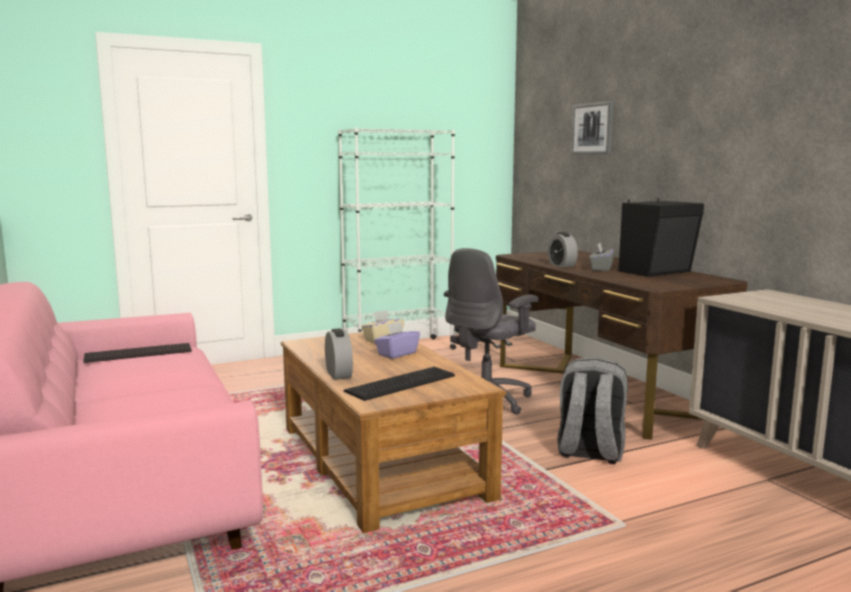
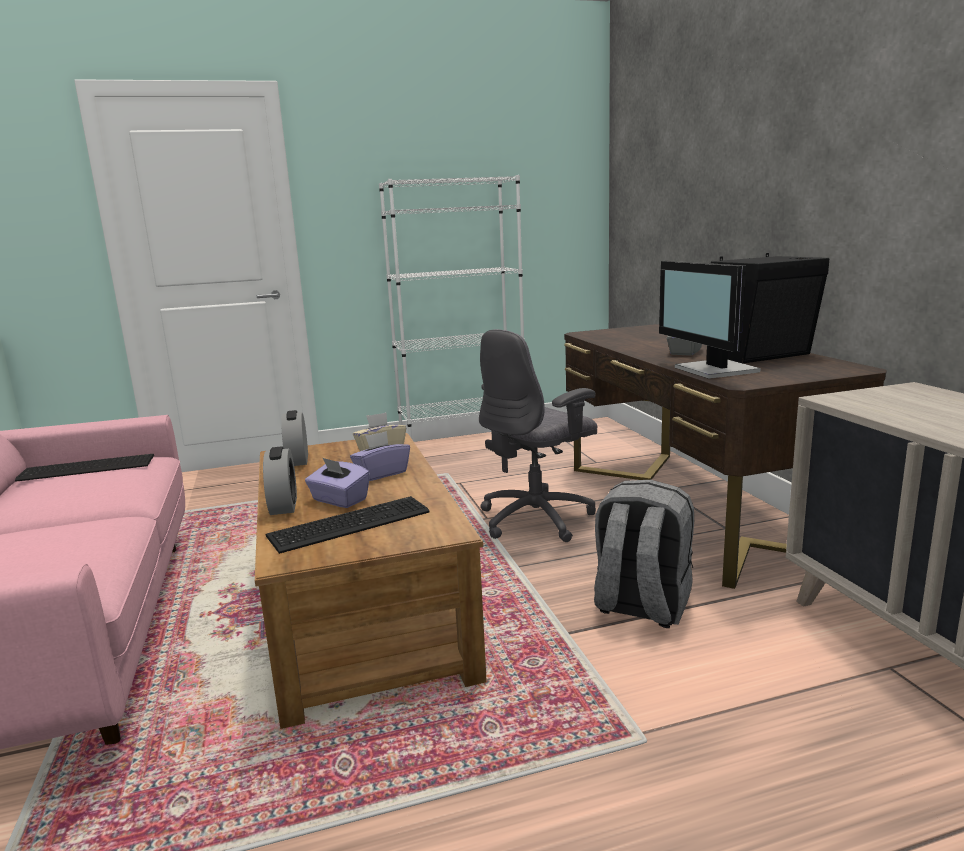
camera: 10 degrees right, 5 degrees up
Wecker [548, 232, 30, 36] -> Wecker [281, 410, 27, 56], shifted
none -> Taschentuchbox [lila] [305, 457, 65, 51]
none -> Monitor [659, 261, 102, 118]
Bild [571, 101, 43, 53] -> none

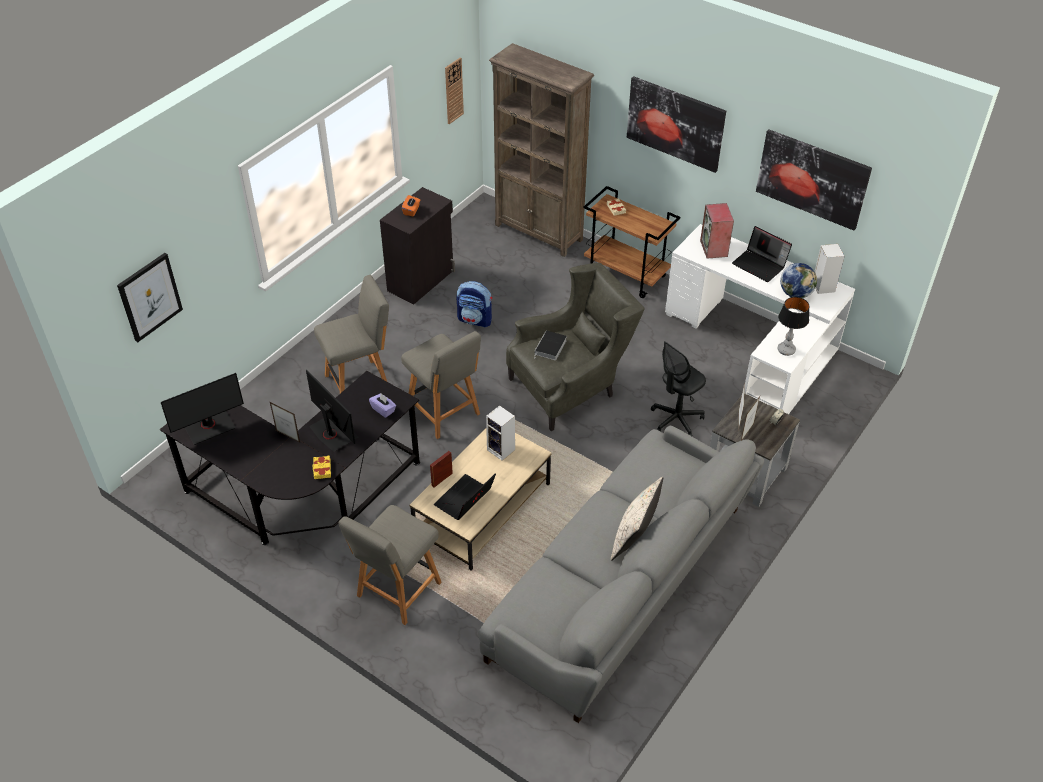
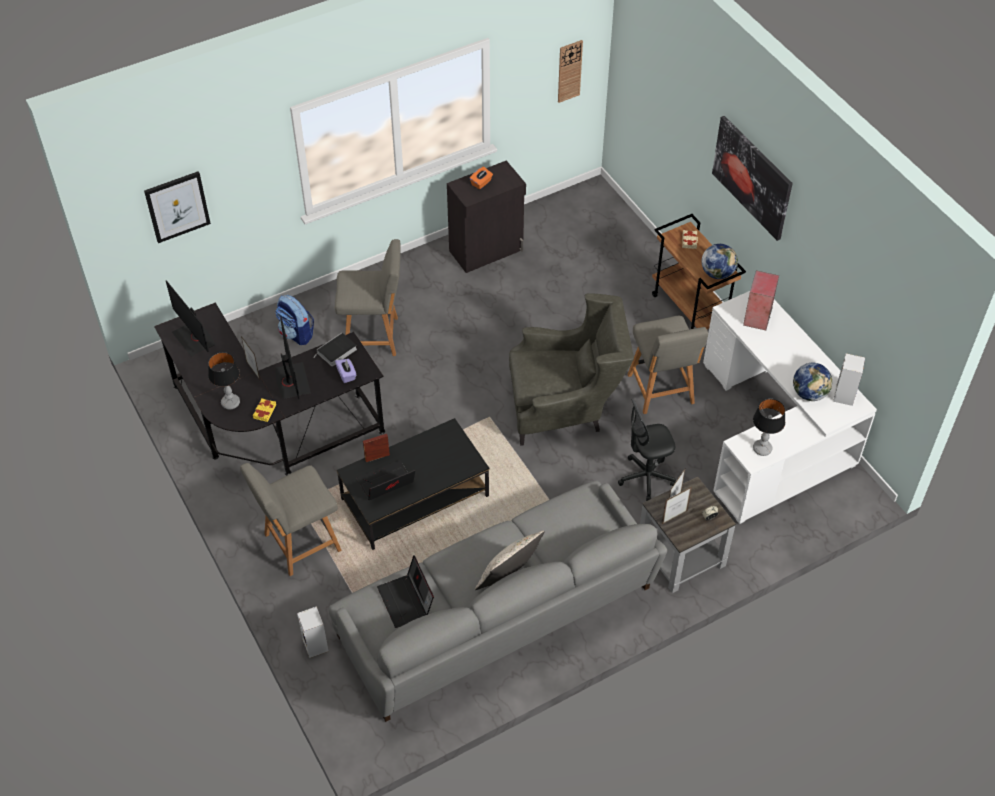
camera: 25 degrees right, 5 degrees up
Monitor [161, 373, 83, 72] -> Monitor [166, 281, 50, 76], 60 degrees clockwise
none -> Tischlampe [208, 352, 32, 58]
Rucksack [457, 281, 35, 47] -> Rucksack [275, 295, 39, 50], shifted
Lautsprecher [486, 405, 29, 56] -> Lautsprecher [297, 606, 31, 52], shifted
Buch [534, 330, 33, 30] -> Buch [313, 333, 44, 33], shifted
Couchtisch [beige] [410, 429, 142, 142] -> Couchtisch [schwarz] [336, 418, 153, 132]
Laptop [732, 226, 60, 56] -> Laptop [377, 555, 57, 73], shifted
Stuhl [grau] [401, 331, 80, 108] -> Stuhl [grau] [627, 316, 81, 98], shifted
none -> Globus [702, 244, 36, 35]
Bücherregal [braun] [489, 43, 105, 214] -> none
Bild [756, 129, 116, 101] -> none

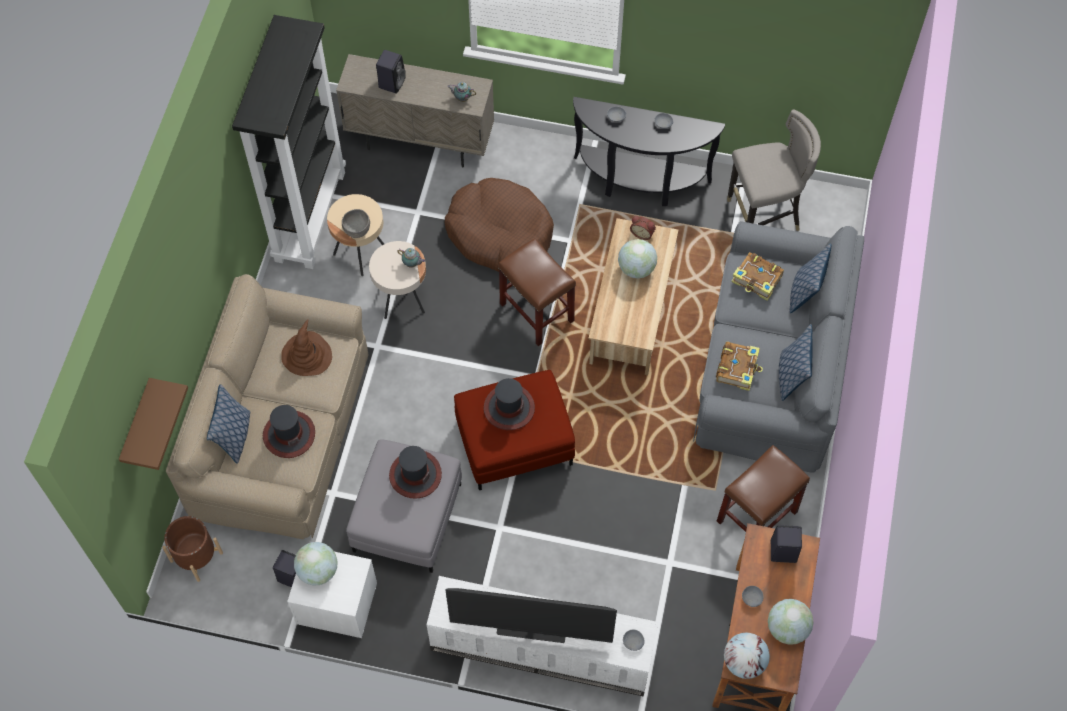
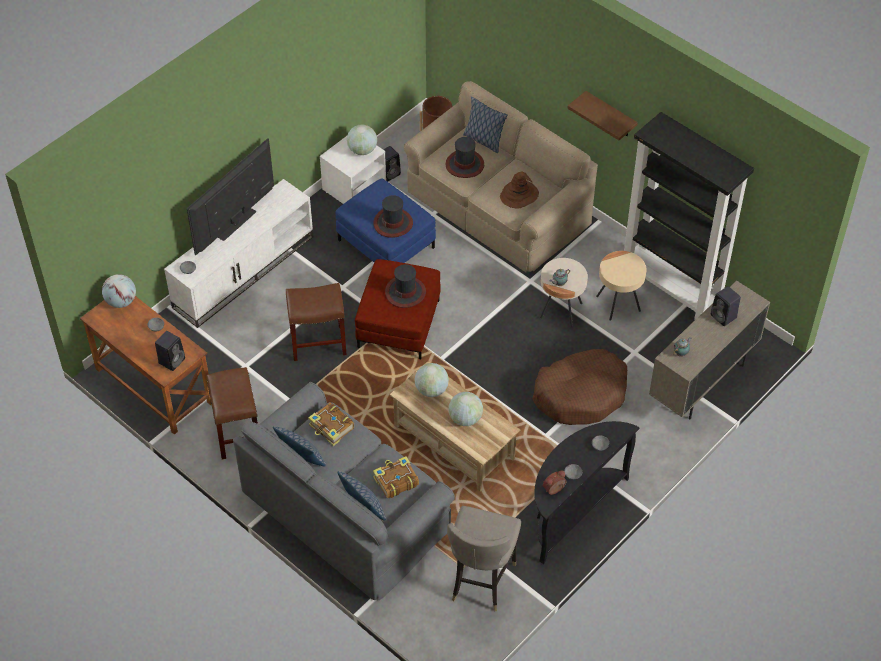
camera: 120 degrees right, 10 degrees down
Hocker [braun] [498, 238, 78, 108] -> Hocker [braun] [286, 283, 61, 78], shifted
Polsterhocker [grau] [346, 439, 116, 134] -> Polsterhocker [blau] [335, 178, 101, 85]
Globus [768, 599, 46, 46] -> Globus [414, 363, 35, 34], shifted
Wecker [630, 216, 26, 24] -> Wecker [543, 471, 24, 24], shifted
Wandregal [braun] [119, 378, 69, 92] -> Wandregal [braun] [567, 91, 71, 49], shifted
Schüssel [grau] [342, 209, 28, 29] -> none

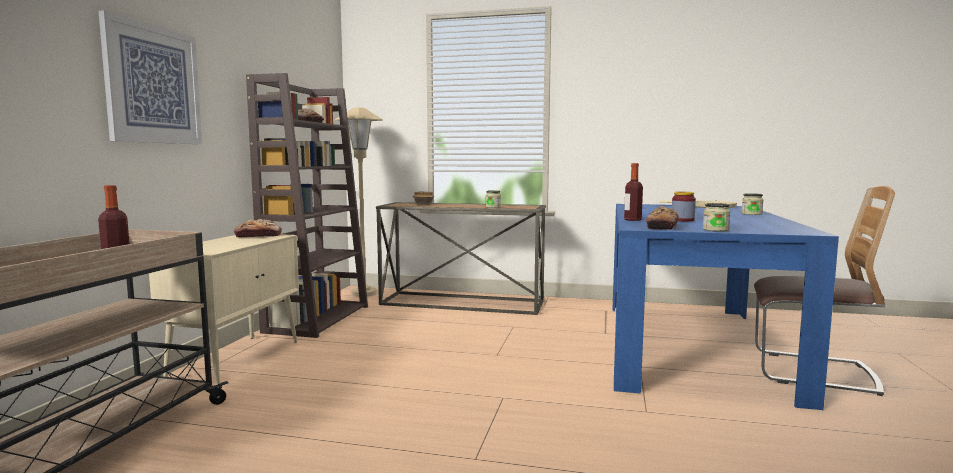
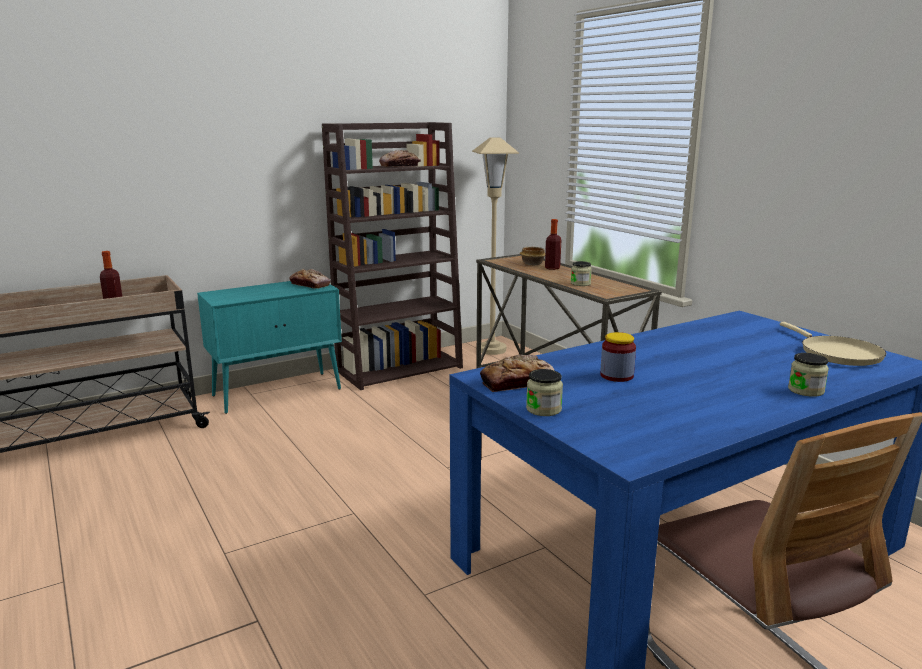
camera: 45 degrees right, 10 degrees up
Schrank [beige] [149, 234, 150, 151] -> Schrank [türkis] [197, 281, 145, 133]
Flasche [624, 163, 19, 58] -> Flasche [545, 219, 16, 51], shifted
Bild [98, 10, 104, 134] -> none

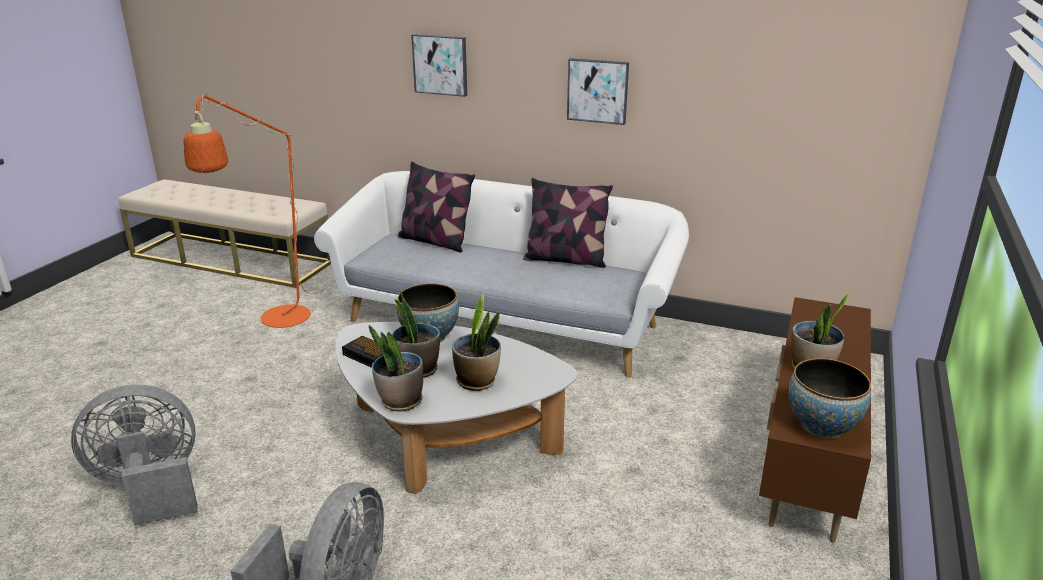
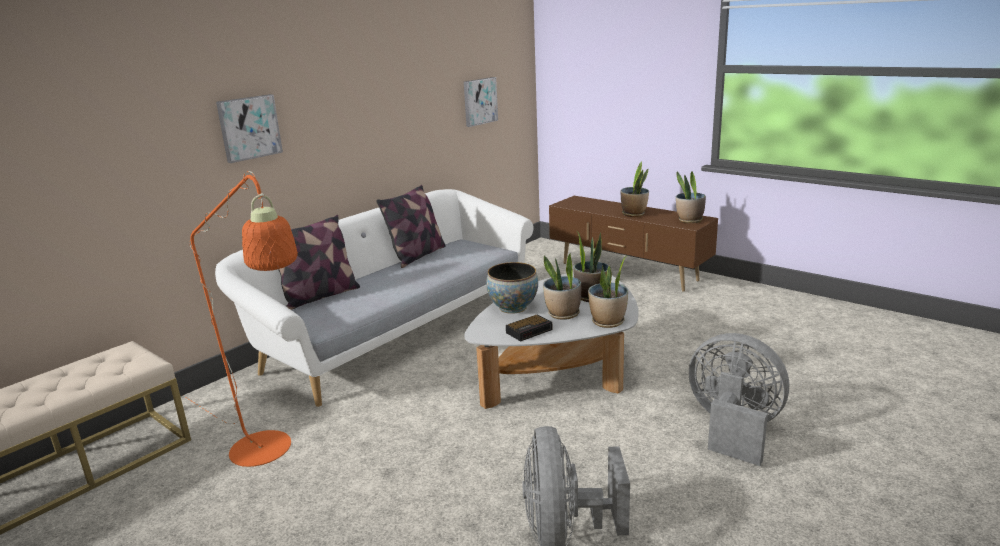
camera: 70 degrees left, 5 degrees down
Bild [567, 58, 62, 67] -> Bild [464, 77, 34, 50], shifted
Schüssel [788, 358, 83, 81] -> Topfpflanze [676, 171, 30, 52]

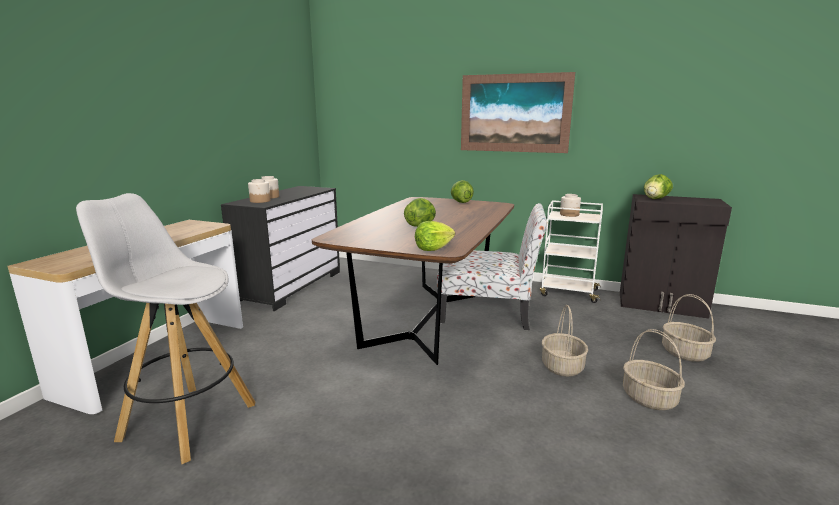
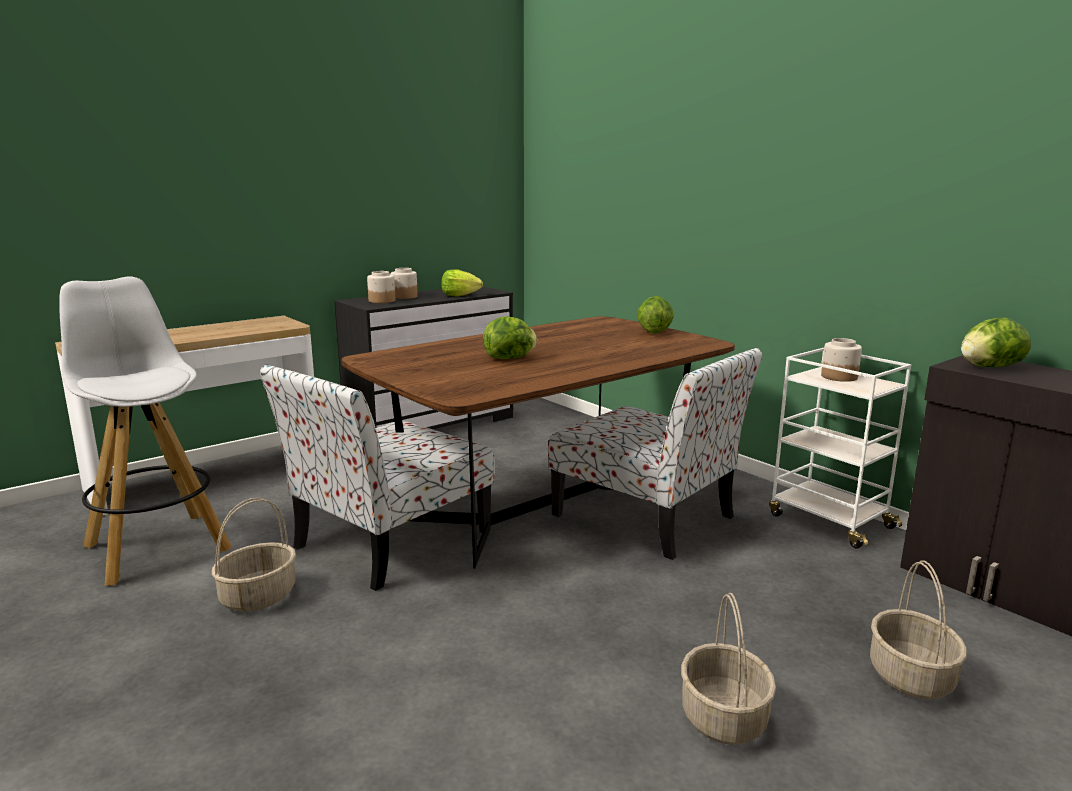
camera: 30 degrees right, 0 degrees up
Korb [542, 305, 46, 72] -> Korb [212, 498, 84, 114], shifted
none -> Stuhl [260, 365, 235, 226]
Salatkopf [415, 221, 40, 30] -> Salatkopf [441, 269, 42, 28], shifted
Bild [461, 72, 114, 81] -> none

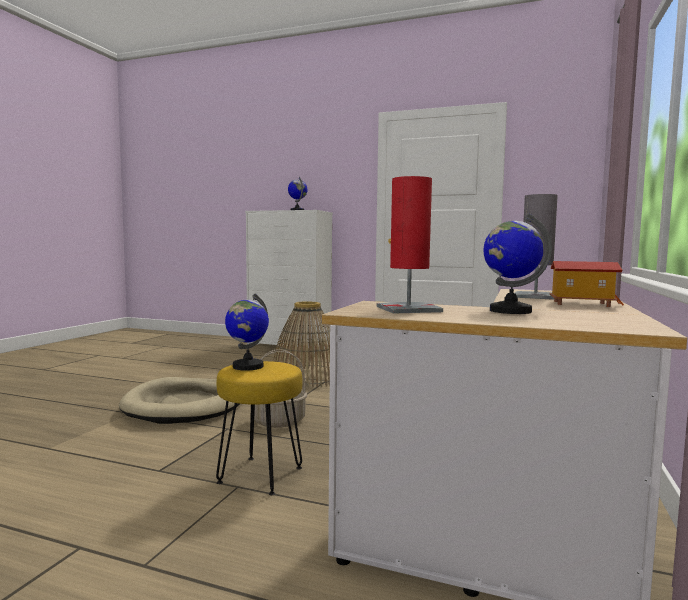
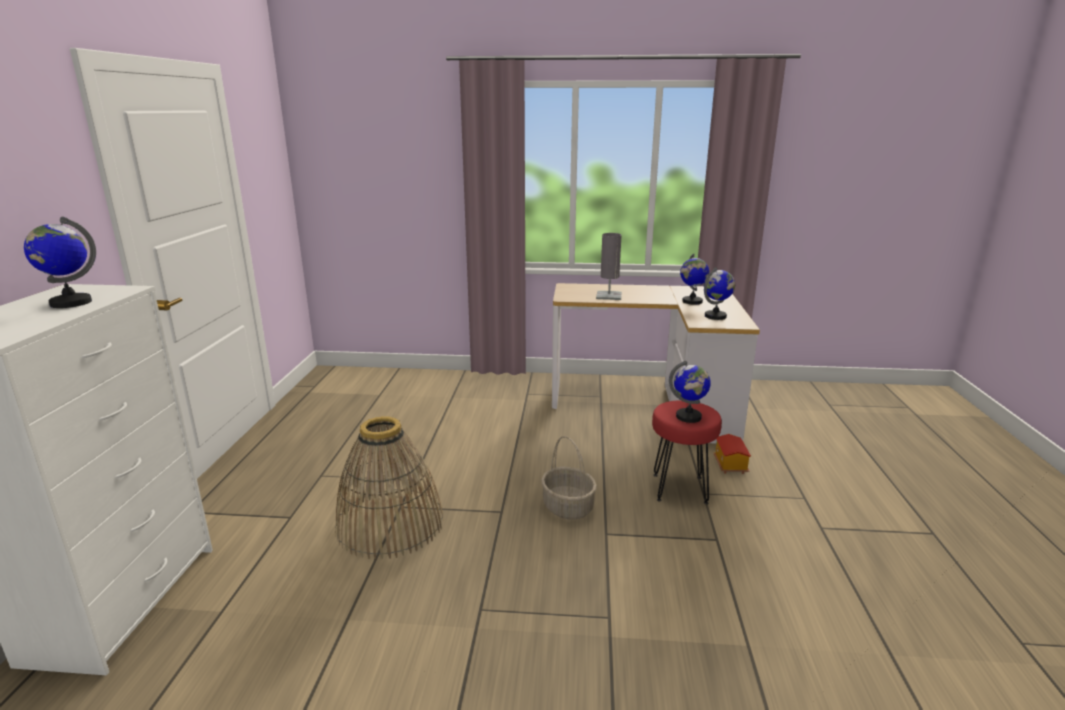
camera: 105 degrees left, 15 degrees up
Hocker [gelb] [216, 361, 86, 134] -> Hocker [rot] [652, 400, 70, 104]
Tischlampe [rot] [376, 176, 67, 138] -> Globus [704, 267, 31, 53]
Spielzeughaus [549, 261, 75, 46] -> Spielzeughaus [713, 434, 38, 40], shifted
Hundebett [beige] [119, 377, 121, 47] -> none

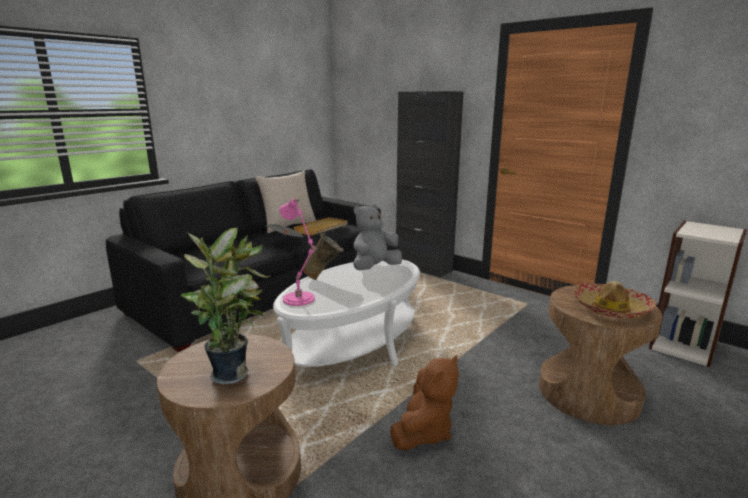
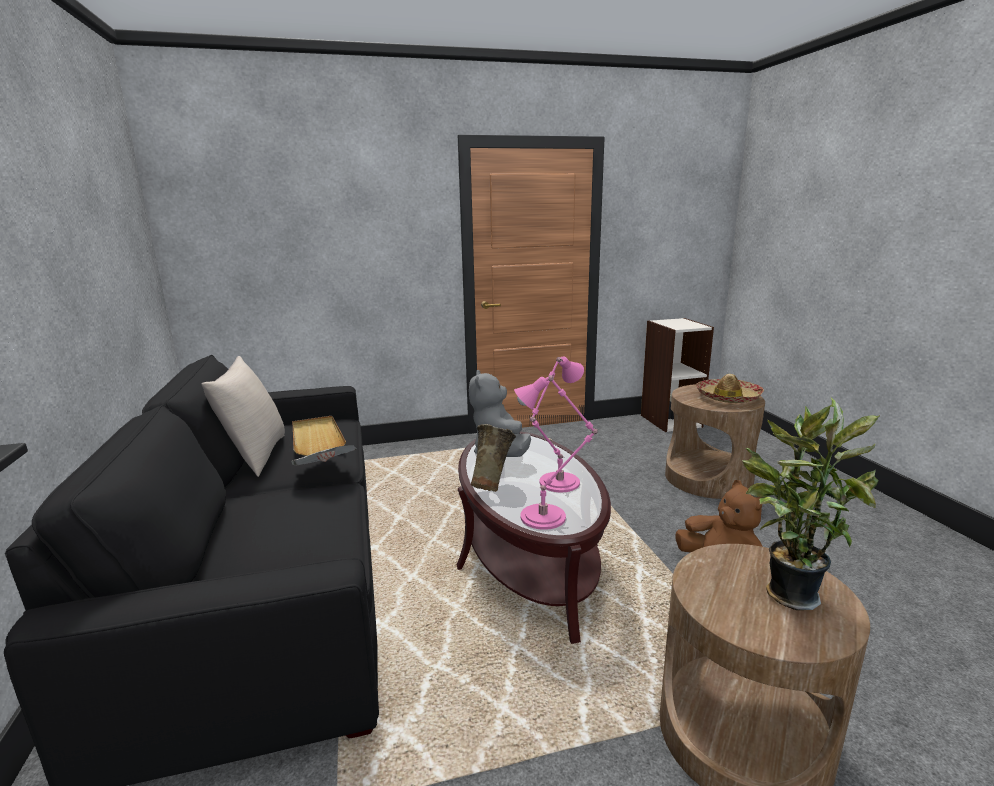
camera: 55 degrees left, 0 degrees up
Couchtisch [weiß] [273, 260, 147, 107] -> Couchtisch [braun] [457, 432, 154, 212]
none -> Tischlampe [rosa] [530, 357, 54, 135]
Schrank [schwarz] [396, 91, 67, 187] -> none

